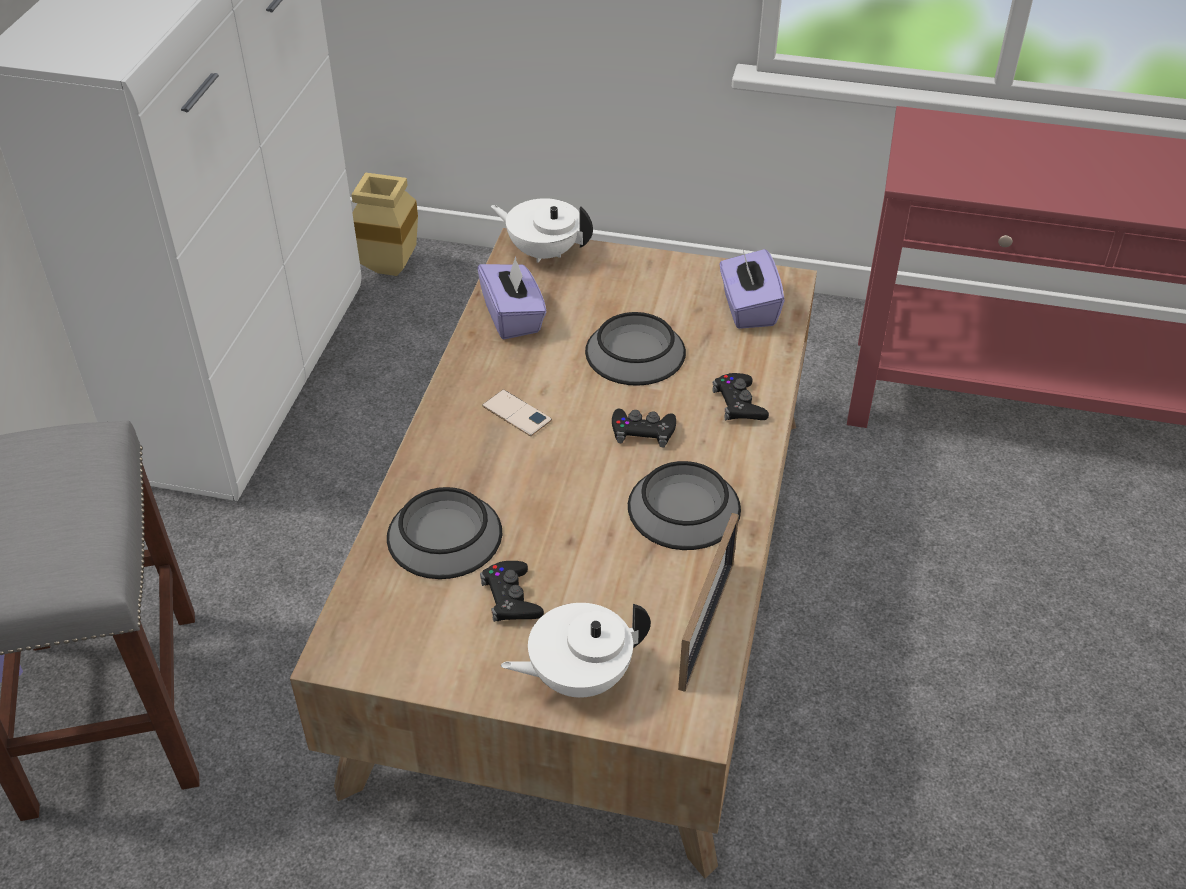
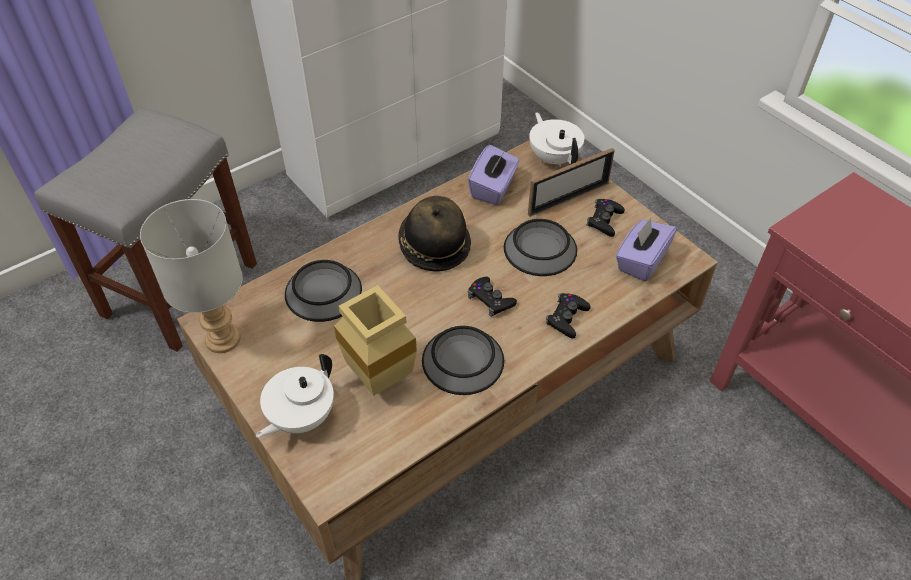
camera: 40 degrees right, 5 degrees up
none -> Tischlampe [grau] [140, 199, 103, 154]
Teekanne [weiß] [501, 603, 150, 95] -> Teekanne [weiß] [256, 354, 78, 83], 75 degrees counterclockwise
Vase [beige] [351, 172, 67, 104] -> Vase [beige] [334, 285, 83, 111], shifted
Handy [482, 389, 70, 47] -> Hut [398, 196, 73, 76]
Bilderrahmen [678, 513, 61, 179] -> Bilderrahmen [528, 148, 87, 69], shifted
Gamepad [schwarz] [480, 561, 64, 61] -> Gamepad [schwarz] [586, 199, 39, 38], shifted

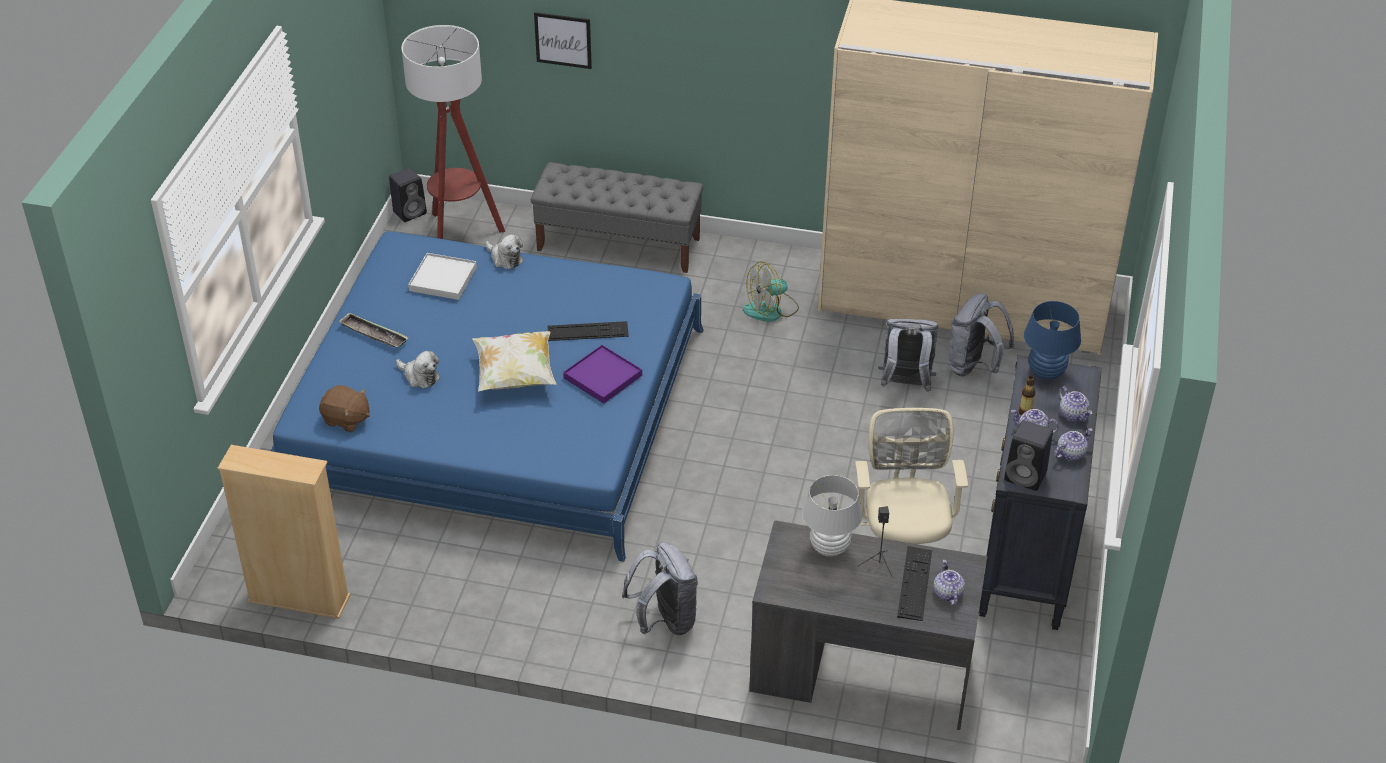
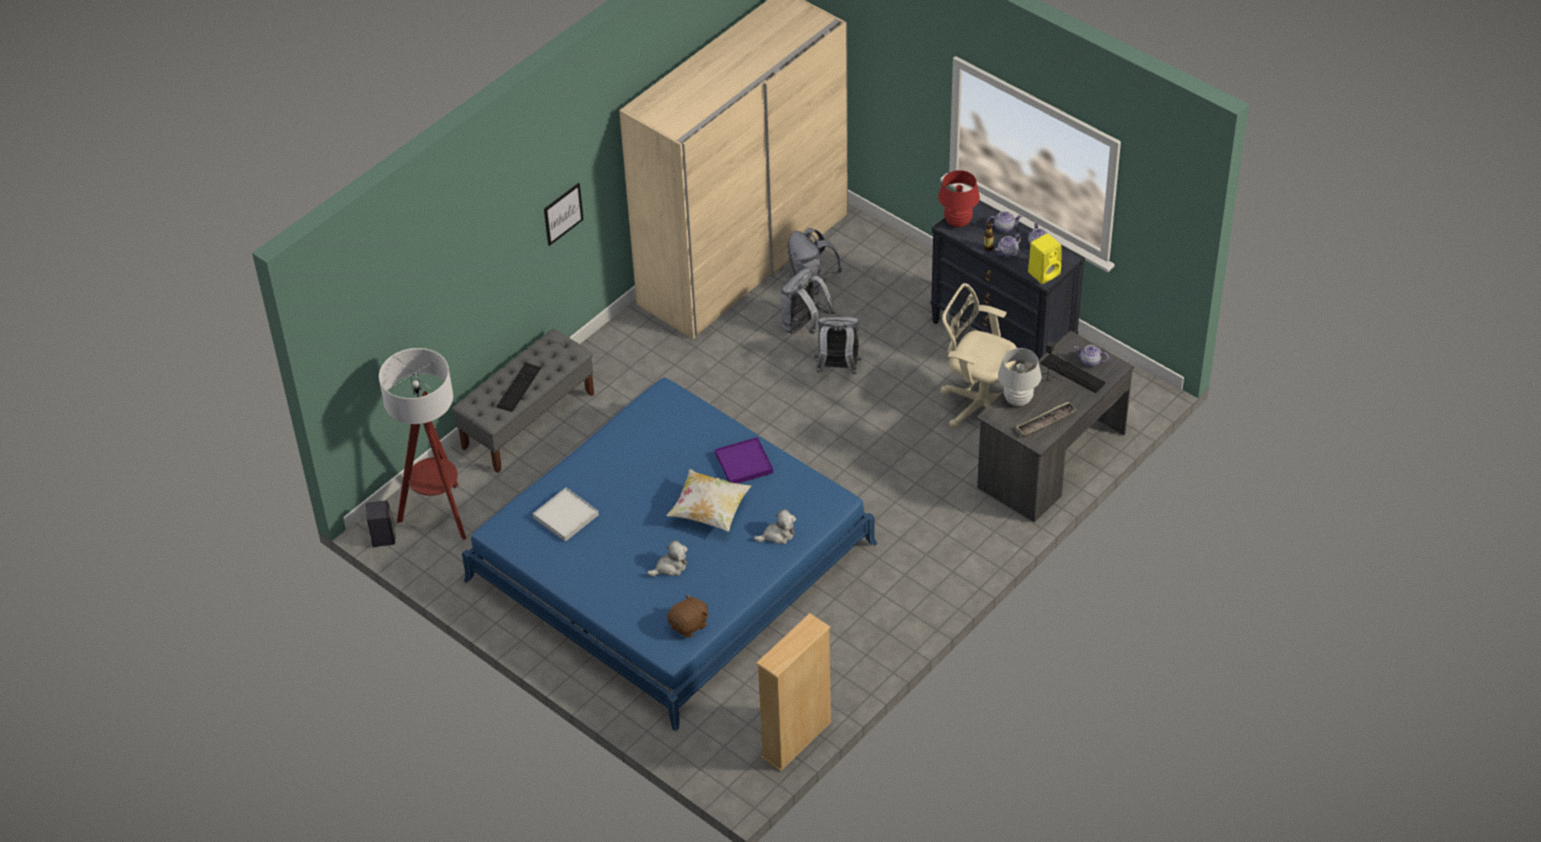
camera: 60 degrees left, 5 degrees up
Tastatur [548, 321, 81, 20] -> Tastatur [496, 362, 45, 50], shifted
Bild [534, 12, 58, 57] -> Bild [544, 183, 40, 63], shifted
Plüschtier [485, 234, 38, 35] -> Plüschtier [754, 509, 42, 36], shifted
Rucksack [grau] [622, 542, 76, 93] -> Rucksack [grau] [814, 317, 47, 58], shifted
Tischlampe [blau] [1024, 301, 57, 79] -> Tischlampe [rot] [938, 170, 42, 57]
Tablett [338, 312, 71, 35] -> Tablett [1016, 402, 61, 35], shifted
Lautsprecher [schwarz] [1004, 420, 49, 71] -> Lautsprecher [gelb] [1028, 233, 34, 51]
Ventilator [743, 261, 56, 61] -> none

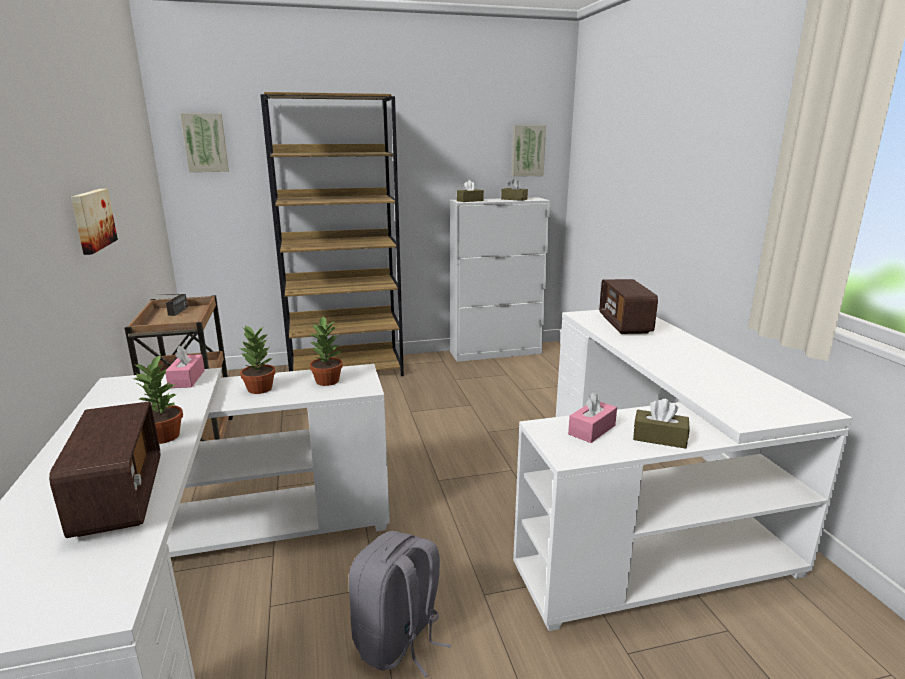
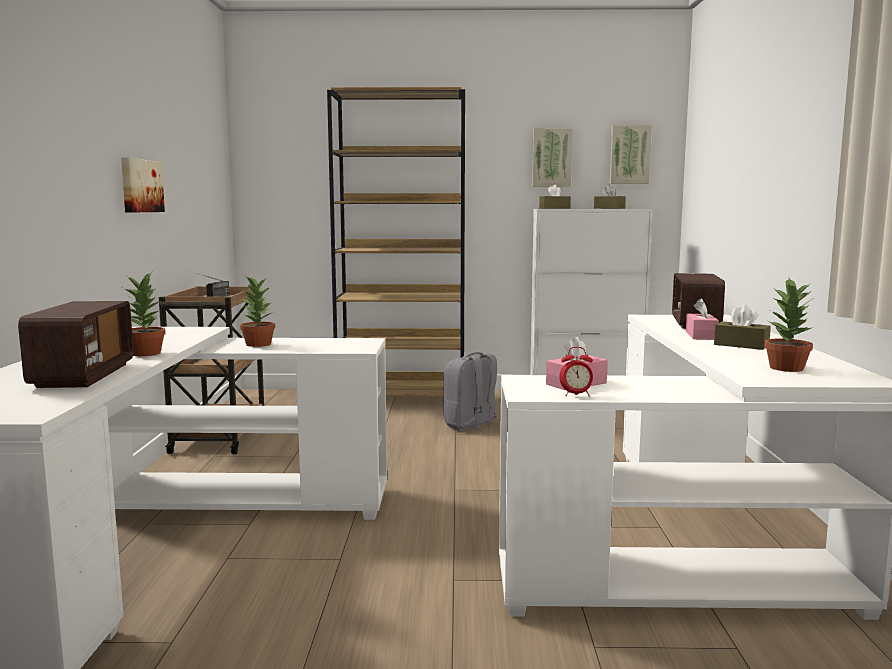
camera: 15 degrees right, 10 degrees down
Rucksack [grau] [349, 531, 102, 147] -> Rucksack [grau] [443, 352, 58, 80], shifted
Bild [180, 113, 49, 59] -> Bild [532, 128, 41, 59], shifted
none -> Wecker [559, 347, 34, 49]
Taschentuchbox [rosa] [165, 345, 40, 43] -> Taschentuchbox [rosa] [686, 298, 33, 42], shifted
Taschentuchbox [braun] [633, 399, 57, 50] -> Taschentuchbox [braun] [714, 305, 57, 45], shifted
Topfpflanze [309, 317, 34, 69] -> Topfpflanze [765, 278, 48, 94], shifted

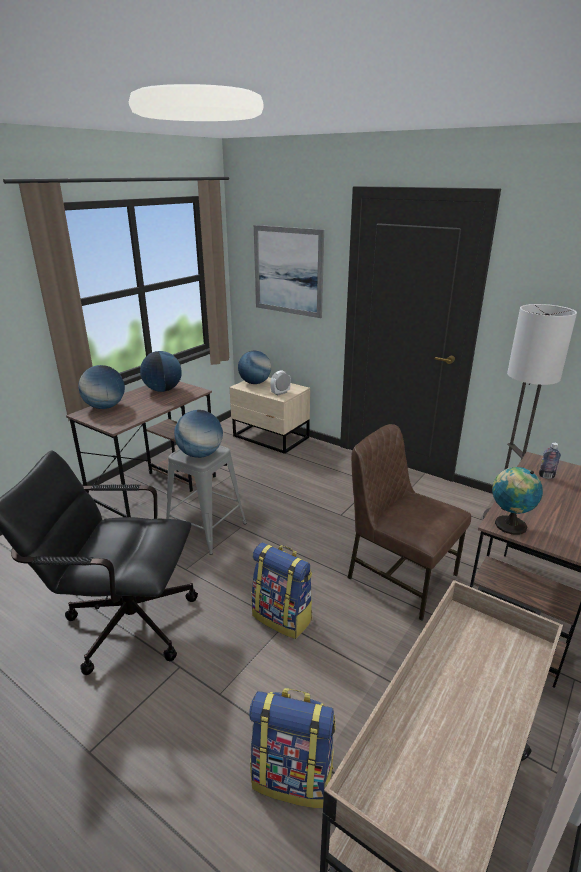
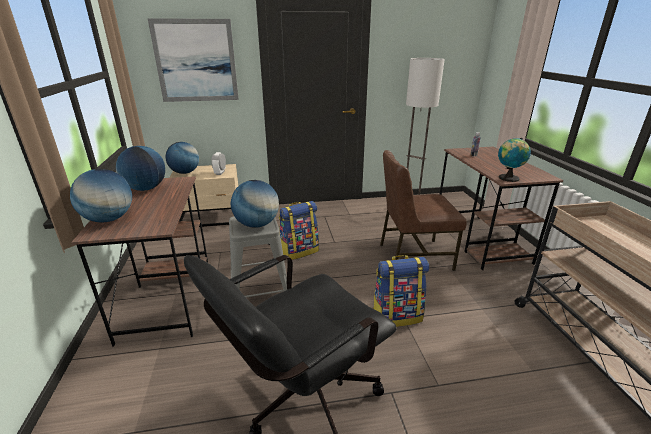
camera: 45 degrees left, 0 degrees up
Rucksack [249, 688, 87, 120] -> Rucksack [279, 201, 40, 59], shifted

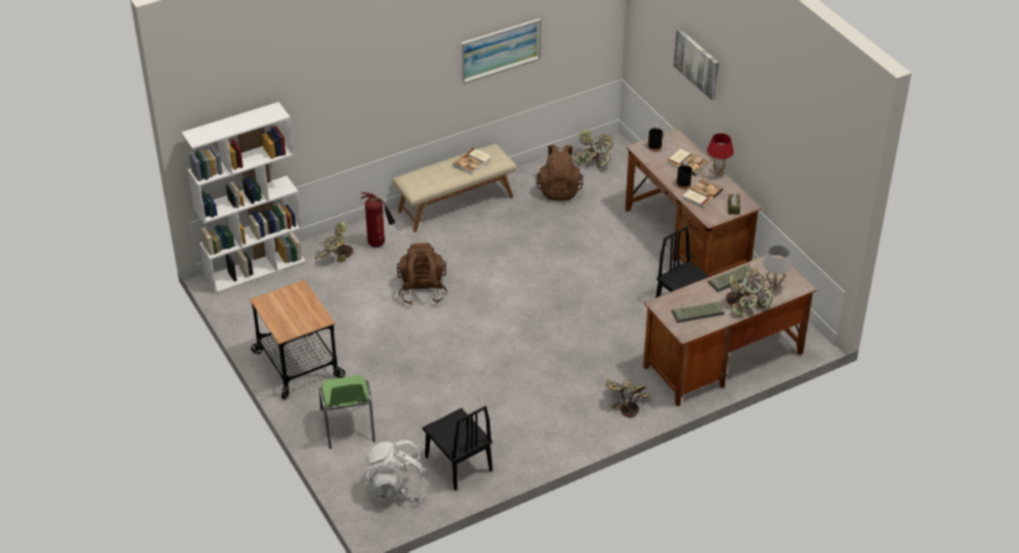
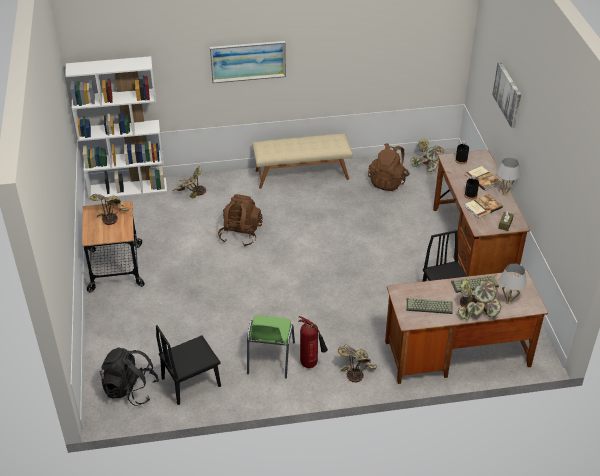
camera: 20 degrees right, 0 degrees up
none -> Topfpflanze [90, 194, 40, 31]
Rucksack [weiß] [364, 440, 63, 63] -> Rucksack [schwarz] [100, 347, 59, 59]
Stuhl [schwarz] [422, 406, 71, 84] -> Stuhl [schwarz] [156, 325, 65, 80], 75 degrees clockwise
Bild [461, 18, 80, 66] -> Bild [210, 41, 76, 42], shifted
Stuhl [grün] [319, 375, 56, 74] -> Stuhl [grün] [247, 315, 48, 63], shifted
Feuerlöscher [361, 192, 34, 55] -> Feuerlöscher [298, 316, 30, 52], shifted
Tischlampe [rot] [707, 133, 27, 43] -> Tischlampe [weiß] [497, 158, 24, 38]
Buch [453, 147, 39, 28] -> none

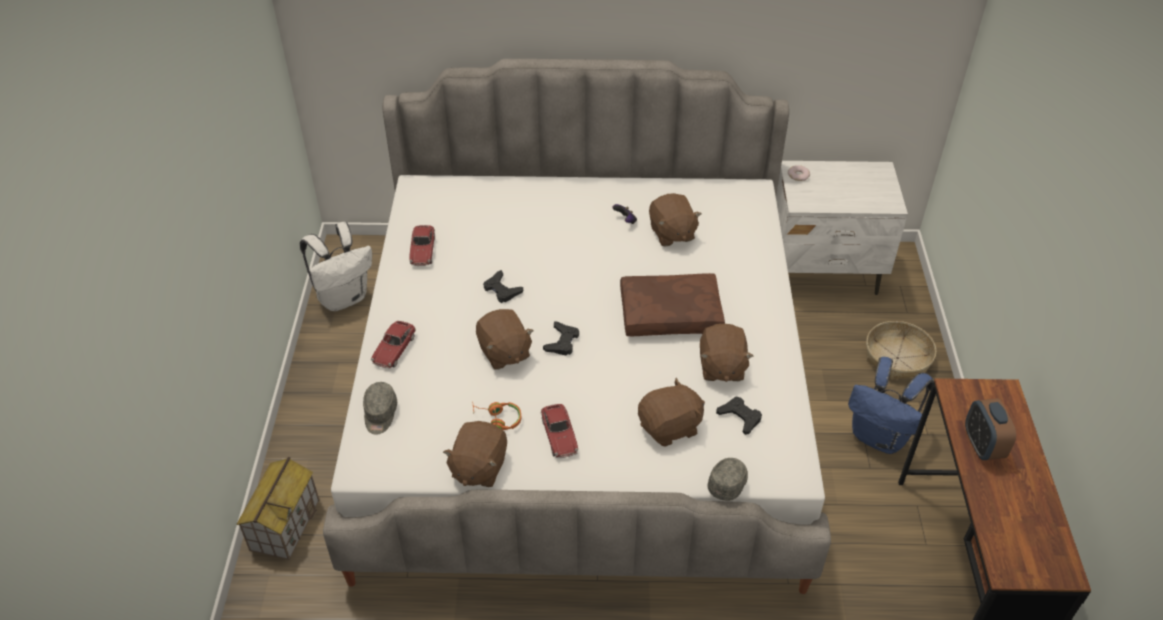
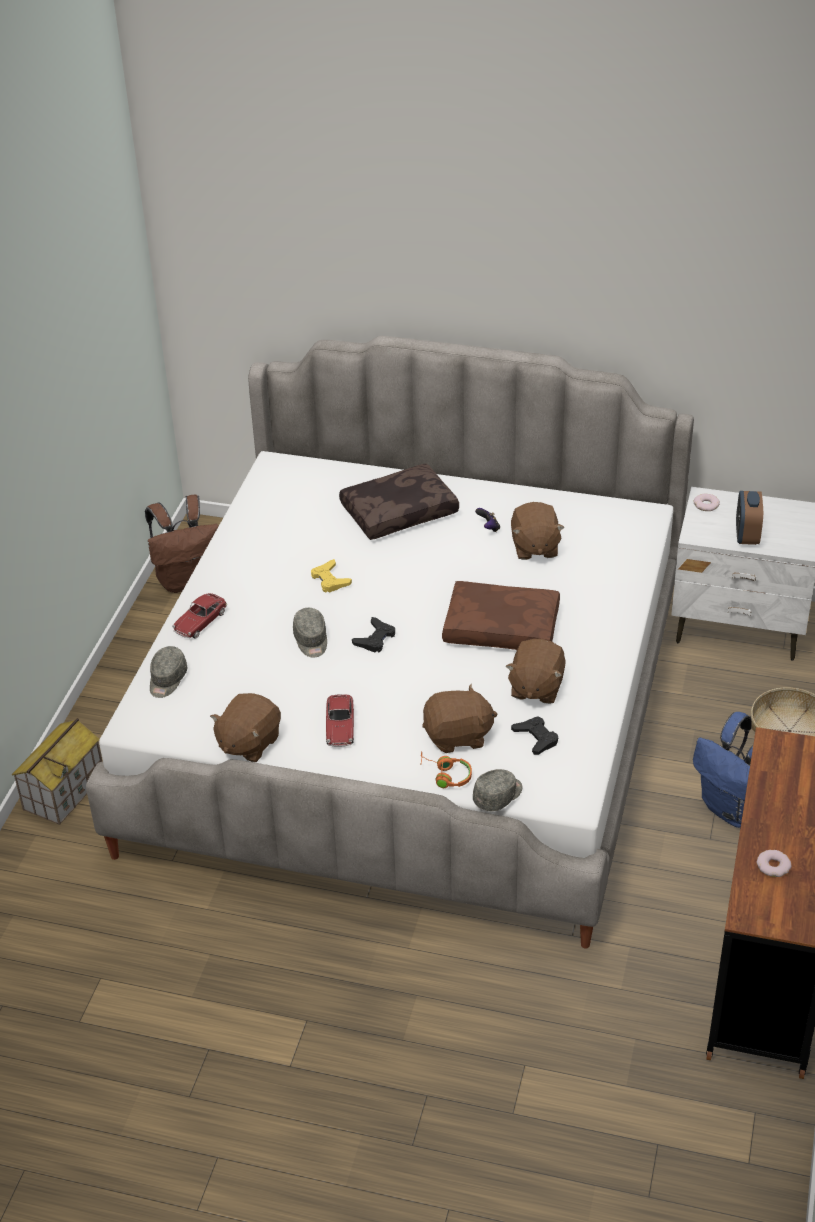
camera: 15 degrees right, 5 degrees down
Rucksack [weiß] [300, 222, 72, 89] -> Rucksack [braun] [145, 495, 74, 98]
Plüschtier [braun] [476, 309, 58, 61] -> Kappe [grau] [293, 608, 34, 50]
Gamepad [schwarz] [483, 270, 40, 33] -> Gamepad [gelb] [311, 559, 41, 34]
none -> Kissen [braun] [339, 463, 120, 77]
Kopfhörer [orange] [473, 402, 48, 28] -> Kopfhörer [orange] [420, 751, 52, 37], shifted
Wecker [965, 398, 51, 62] -> Wecker [736, 491, 27, 54], shifted
none -> Donut [757, 850, 34, 27]
Spielzeugauto [409, 225, 26, 41] -> none

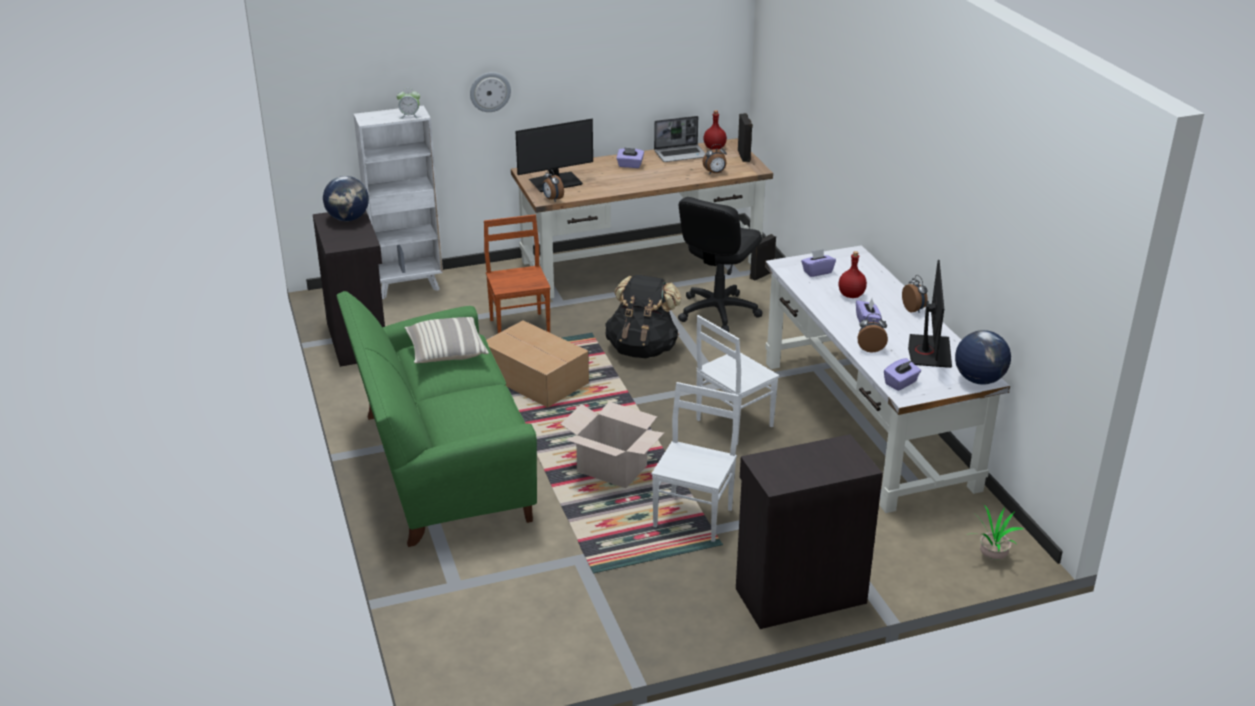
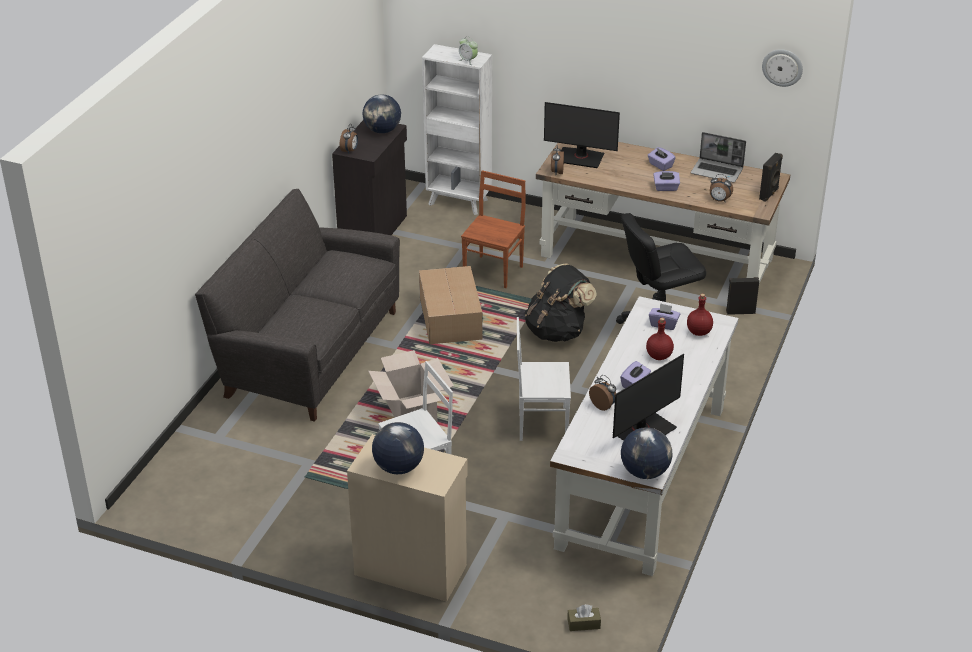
camera: 40 degrees right, 5 degrees up
Sofa [grün] [336, 291, 201, 256] -> Sofa [grau] [195, 189, 205, 233]
Wecker [902, 275, 26, 38] -> Wecker [340, 124, 18, 30], shifted
Schrank [schwarz] [736, 434, 147, 195] -> Schrank [beige] [347, 434, 121, 168]
none -> Globus [372, 422, 52, 52]
Topfpflanze [972, 504, 52, 56] -> Taschentuchbox [braun] [567, 604, 34, 27]
Taschentuchbox [lila] [884, 358, 37, 33] -> Taschentuchbox [lila] [653, 171, 27, 20], shifted
Flasche [rot] [703, 110, 24, 40] -> Flasche [rot] [687, 294, 26, 42], shifted
Wanduhr [470, 72, 41, 40] -> Wanduhr [762, 49, 41, 38], shifted
Kissen [404, 317, 85, 46] -> none

